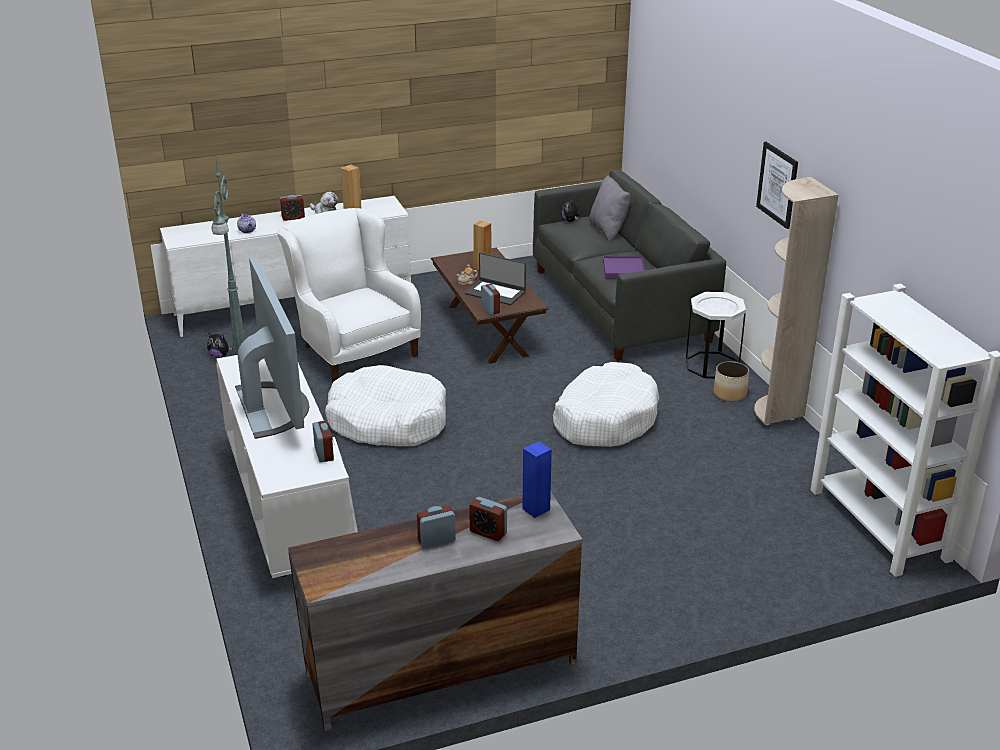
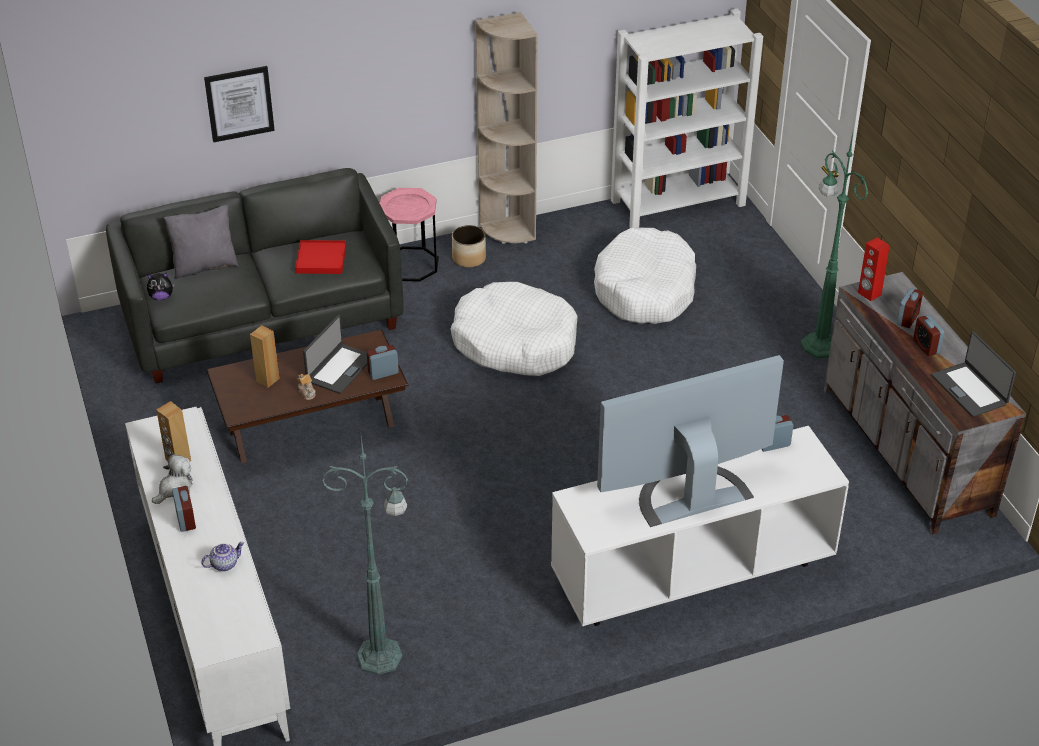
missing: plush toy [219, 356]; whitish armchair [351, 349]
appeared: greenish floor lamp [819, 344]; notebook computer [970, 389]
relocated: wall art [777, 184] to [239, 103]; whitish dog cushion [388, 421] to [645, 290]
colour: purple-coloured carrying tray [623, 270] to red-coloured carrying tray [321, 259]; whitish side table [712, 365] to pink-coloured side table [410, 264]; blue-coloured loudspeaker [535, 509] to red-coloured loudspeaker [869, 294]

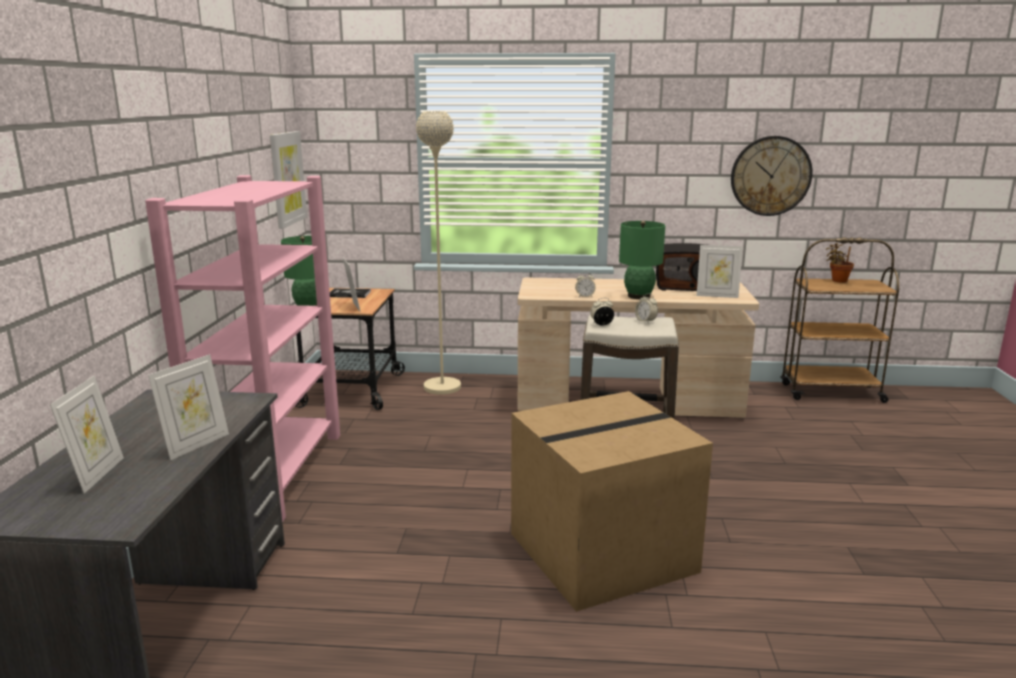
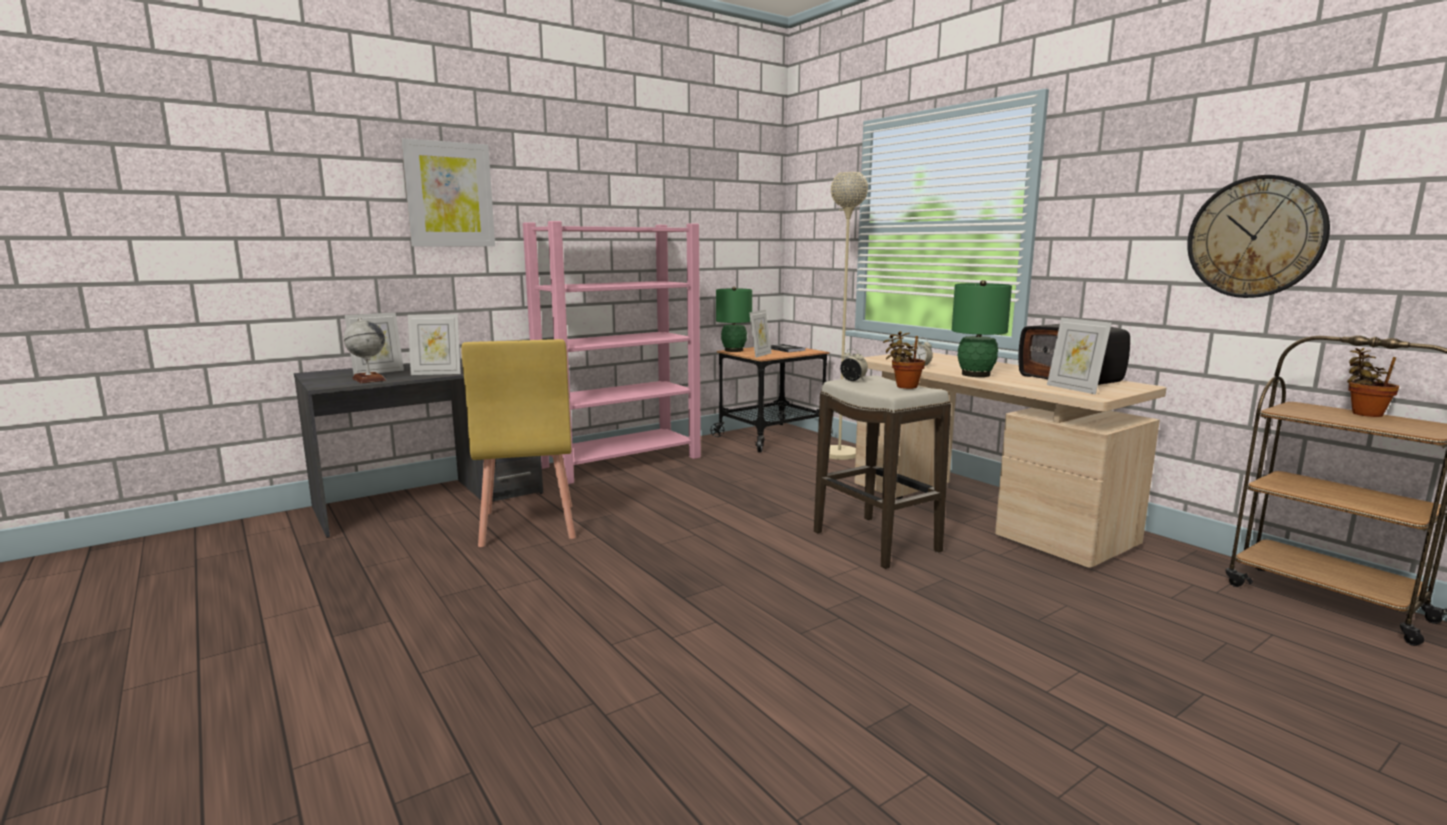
missing: carton [602, 550]
appeared: globe [368, 379]; yellow chair [527, 525]
relocated: wall art [287, 178] to [449, 195]
exchanged: table clock [645, 321] to potted plant [904, 386]

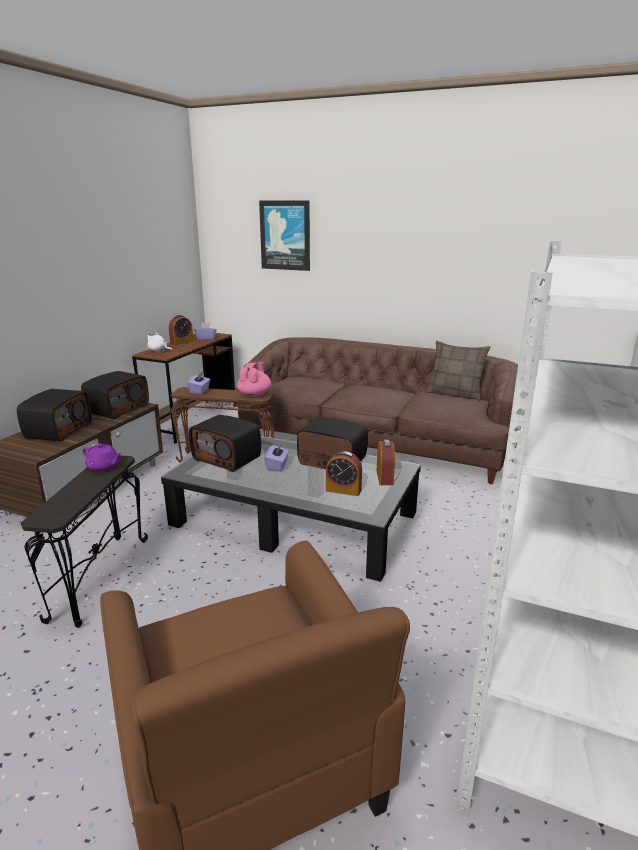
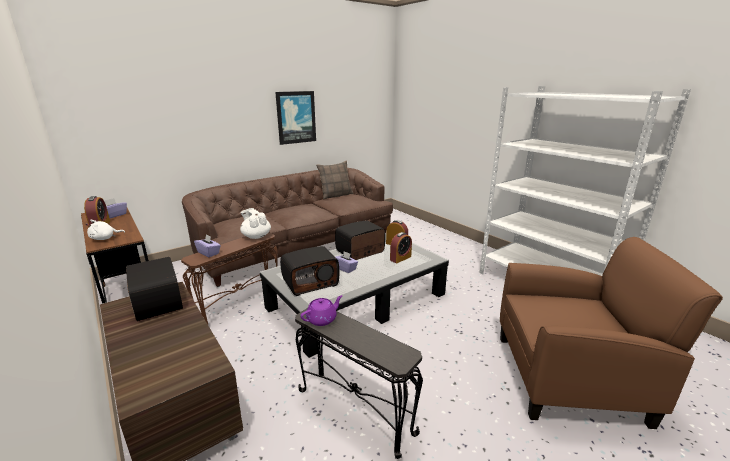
missing: radio [58, 430]
relocated: wall art [285, 235] to [296, 117]
colour: pink-coloured tea pot [255, 394] to whitish tea pot [256, 236]

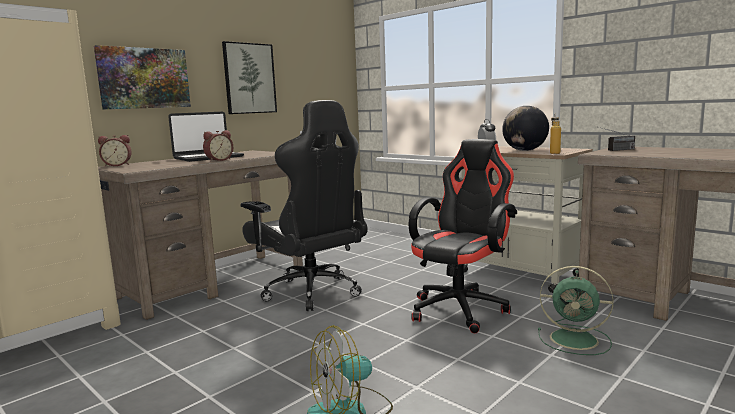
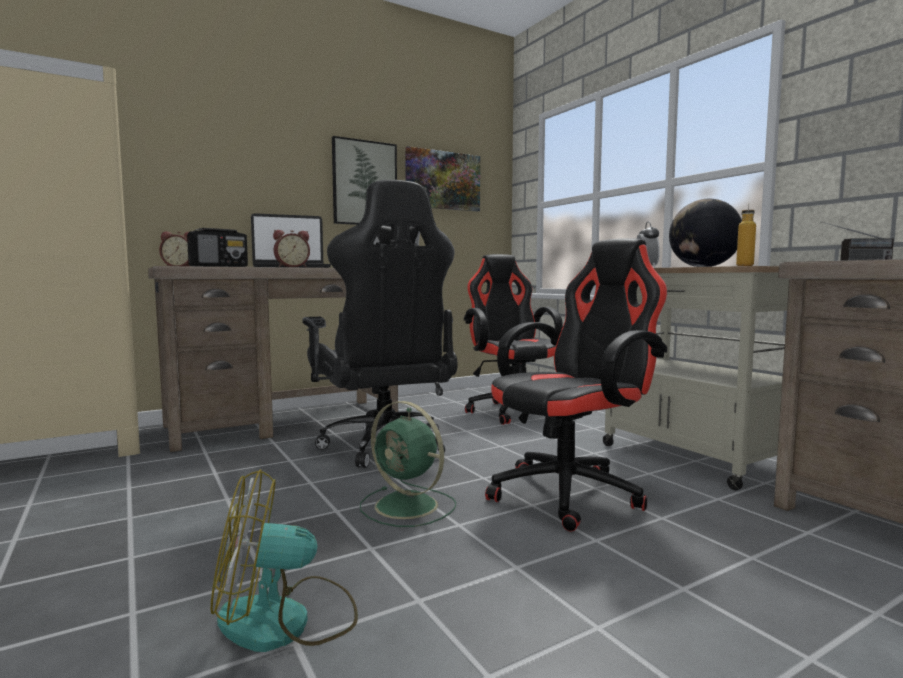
appeared: radio [219, 266]; black-coloured computer chair [511, 410]
relocated: greenish electric fan [576, 339] to [408, 506]; wall art [144, 78] to [442, 180]

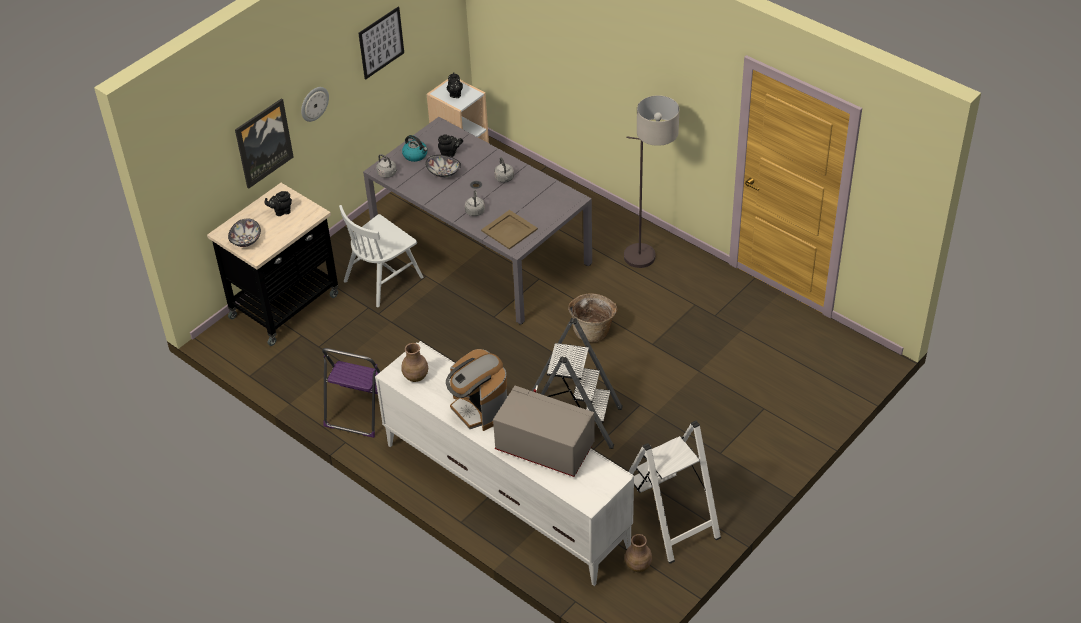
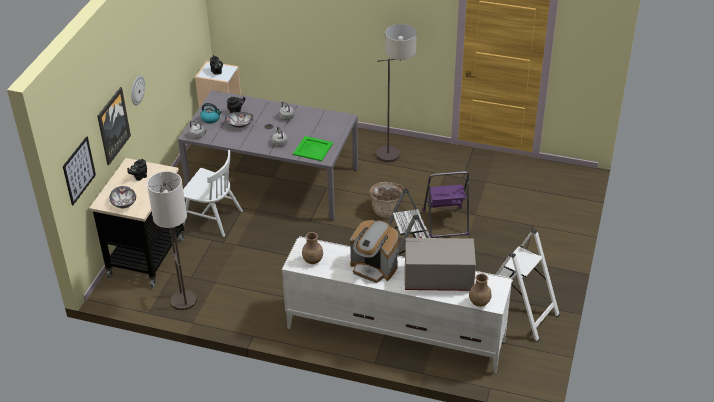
appeared: floor lamp [184, 300]
relocated: wall art [381, 42] to [79, 170]; purple-coloured step stool [358, 412] to [445, 223]; brown decorative vase [638, 566] to [479, 302]
colour: beige carrying tray [510, 230] to greenish carrying tray [313, 149]
spun: whitish chair [383, 279] = [212, 218] 90 degrees counterclockwise

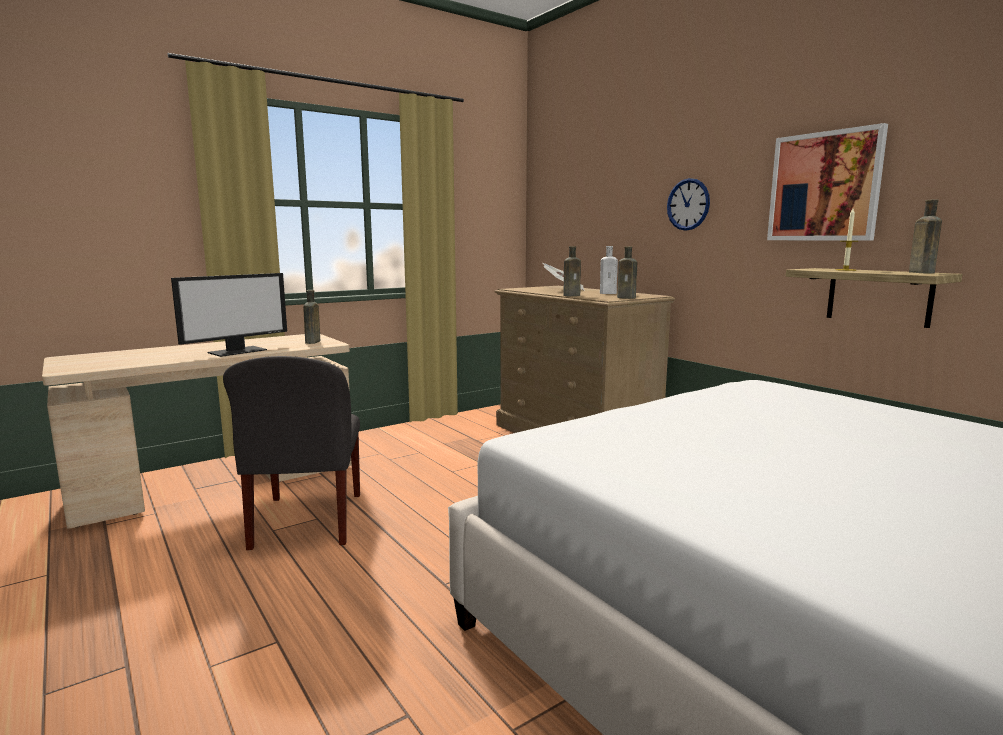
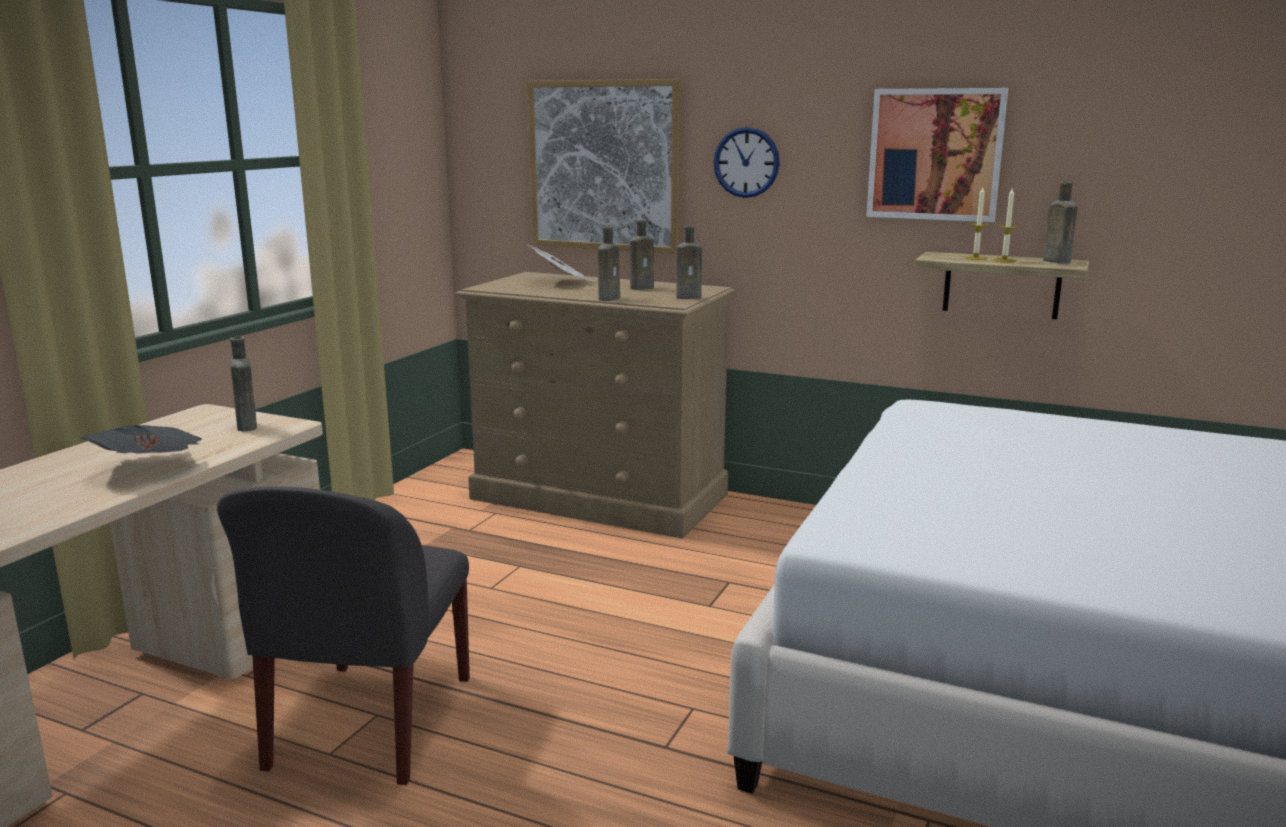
appeared: wall art [604, 166]; wax candle [1004, 260]
exchanged: computer screen [237, 351] to printed paper [151, 468]
colour: whitish drink bottle [609, 293] to brown drink bottle [643, 288]
spun: grey chair [307, 522] = [368, 725] 45 degrees clockwise

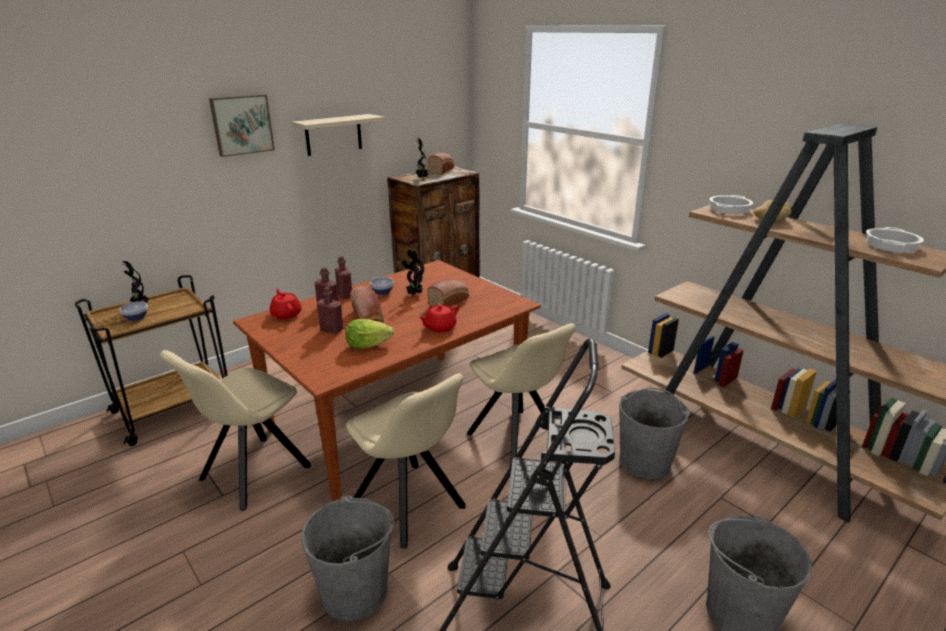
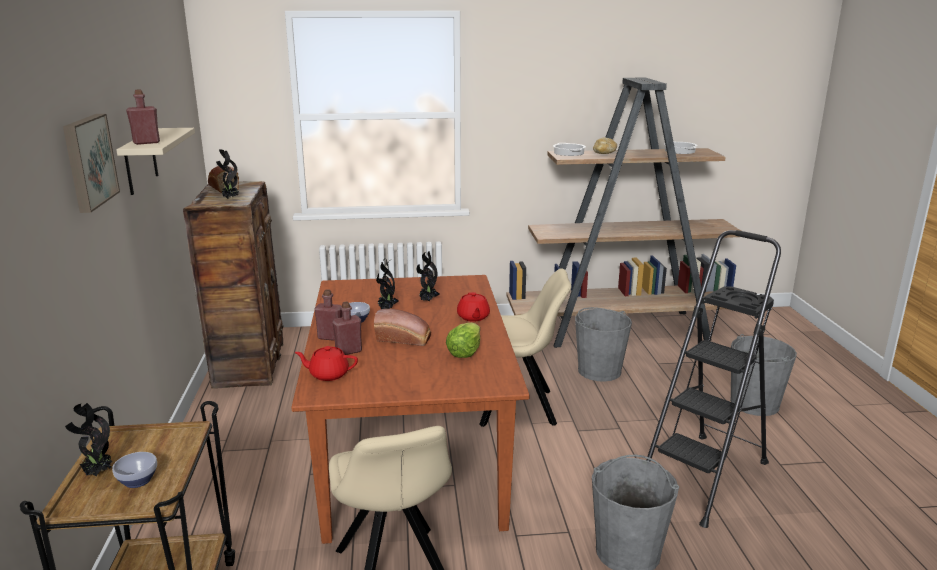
missing: beige chair [409, 504]
relocated: red-coloured drink bottle [332, 330] to [146, 142]
exchanged: bread [450, 302] to potted plant [427, 300]

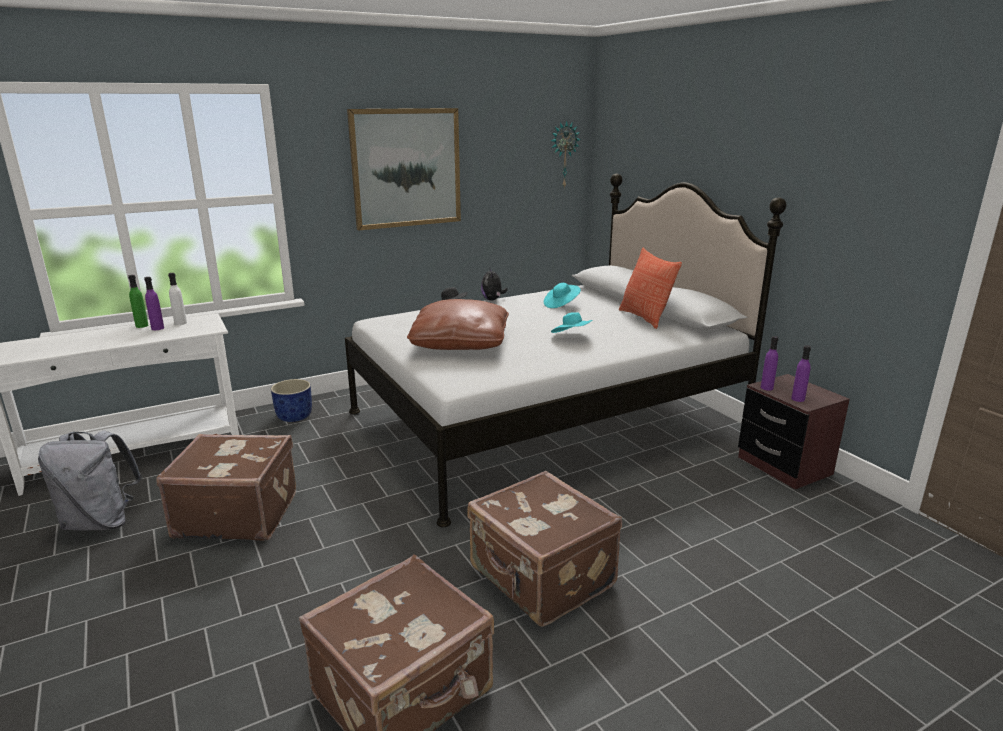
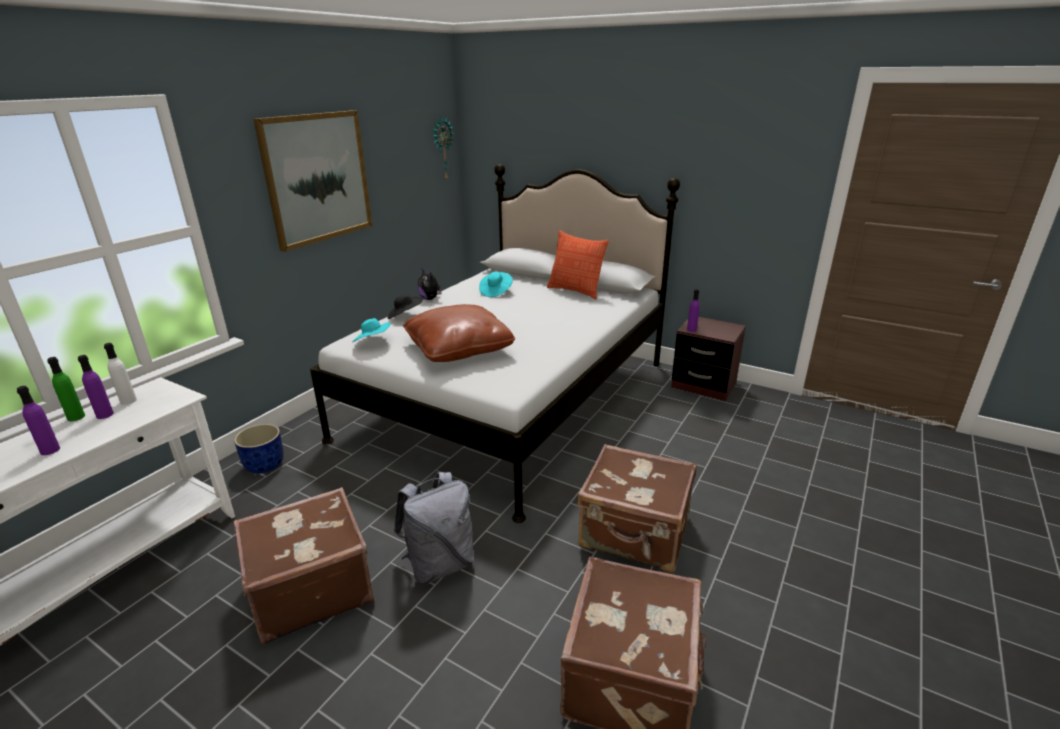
relocated: purple-coloured drink bottle [798, 399] to [50, 450]; blue-green wearable hat [572, 336] to [373, 342]; grey rucksack [101, 522] to [439, 564]

